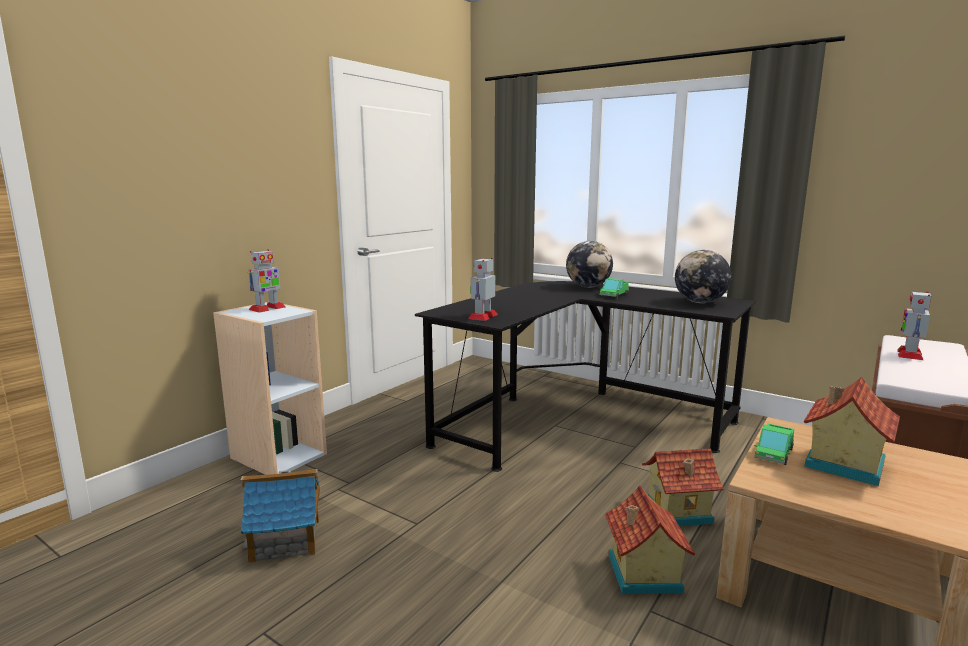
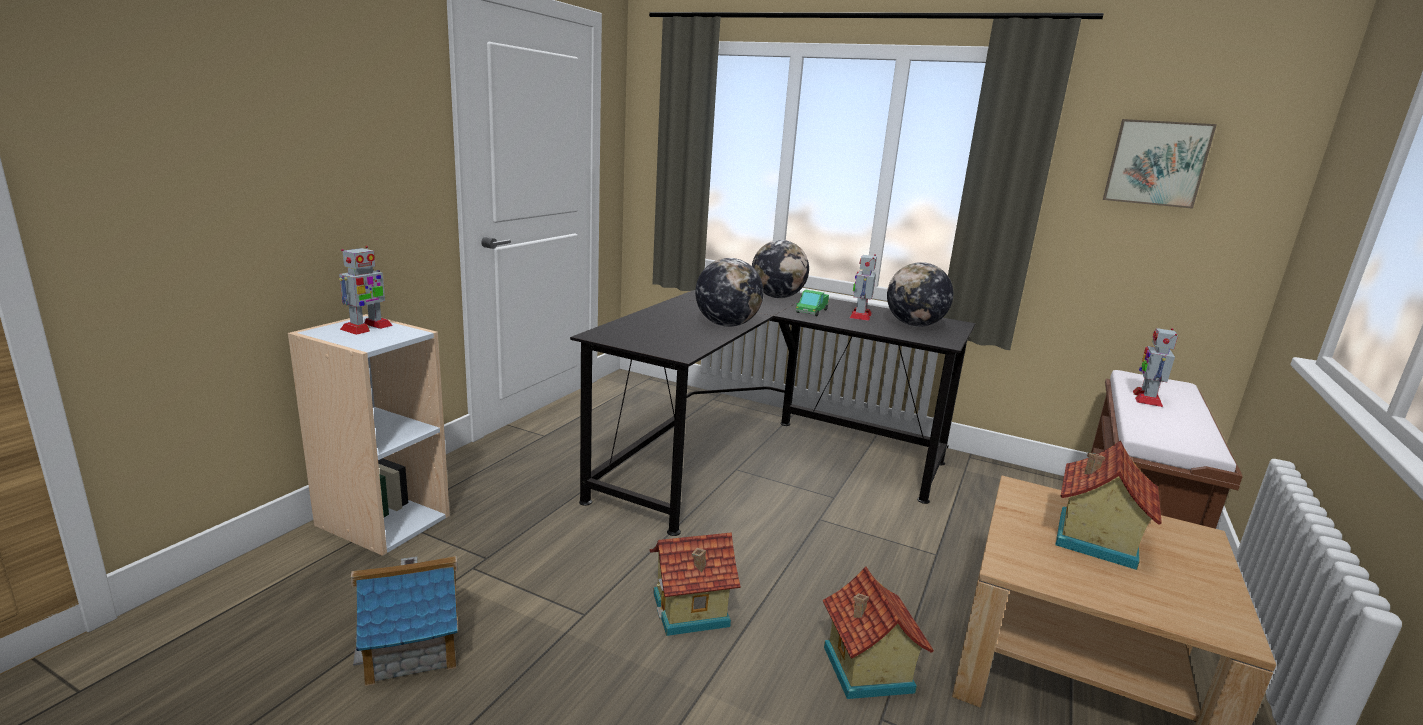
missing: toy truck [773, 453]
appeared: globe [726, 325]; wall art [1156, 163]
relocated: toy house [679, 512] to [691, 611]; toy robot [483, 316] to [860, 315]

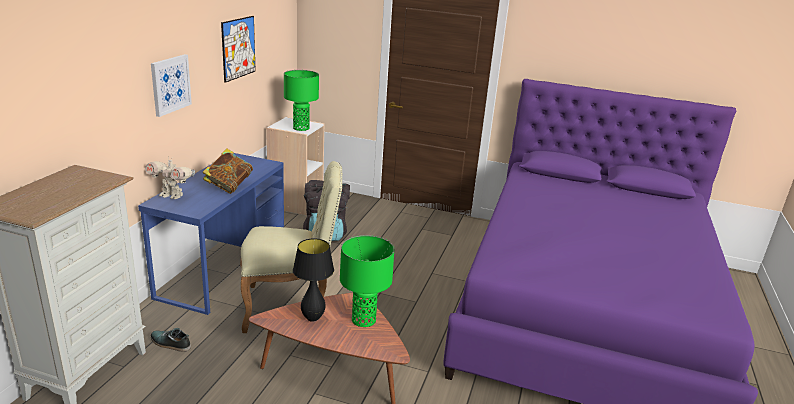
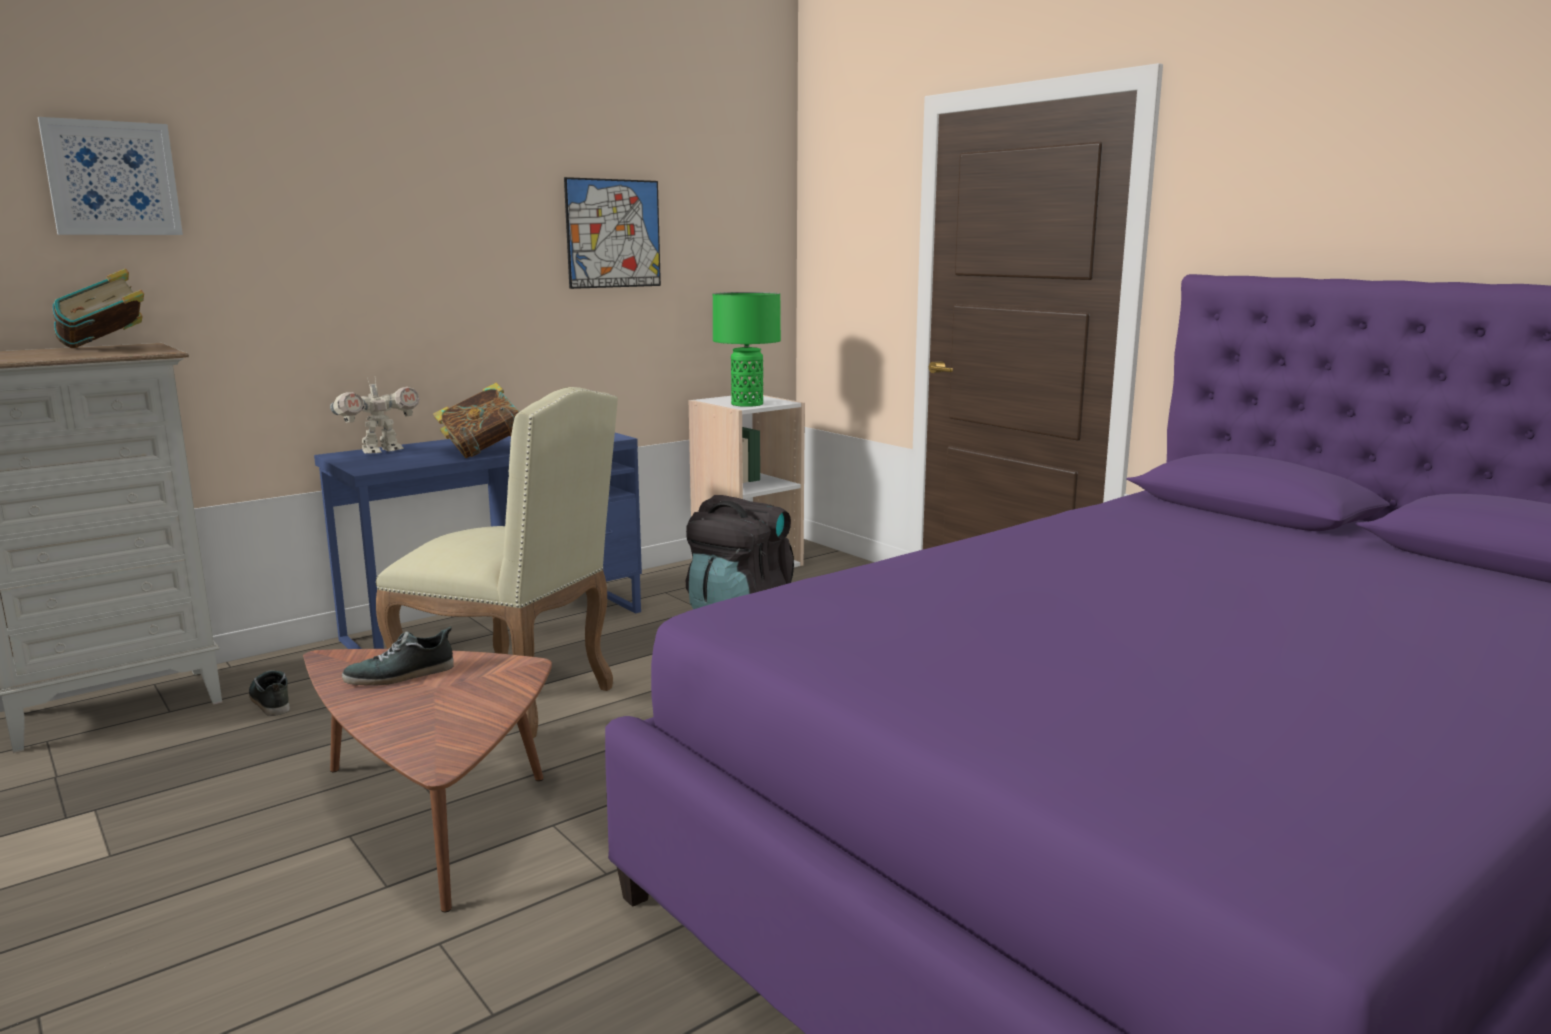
missing: greenish table lamp [363, 320]
appeared: volume [105, 349]
relocated: wall art [170, 84] to [112, 178]
exchanged: black-coloured table lamp [312, 318] to low shoe [400, 675]
spun: toy robot [172, 196] = [380, 451] 90 degrees counterclockwise

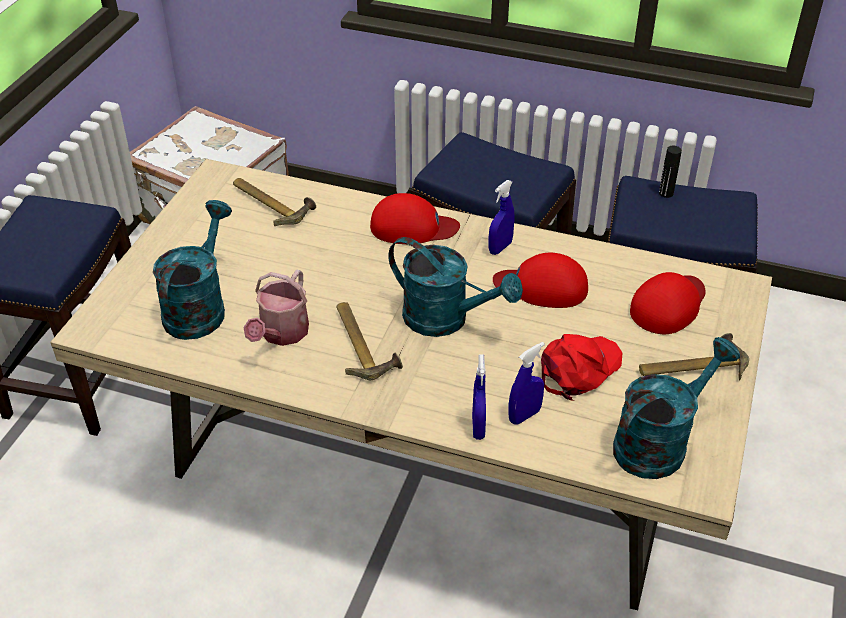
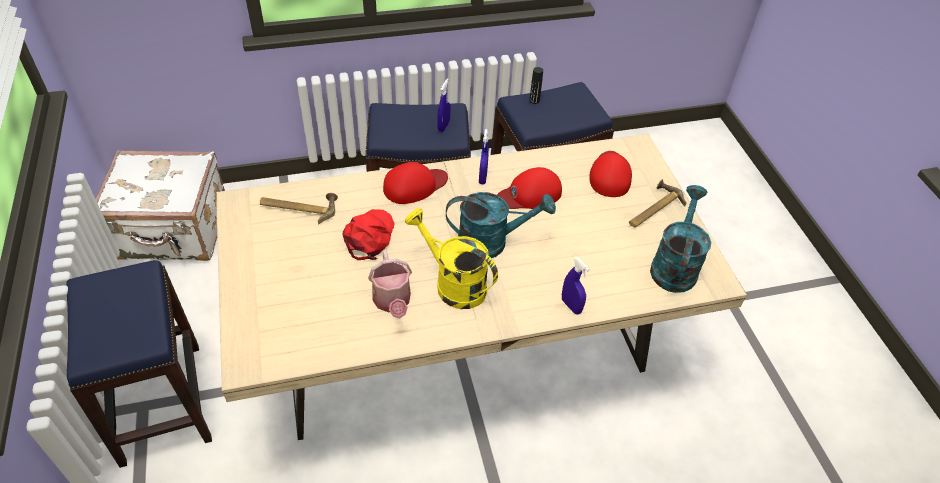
missing: blue-green watering pot [199, 307]
relocated: red-coloured cap [579, 369] to [369, 237]; blue-coloured hand sprayer [524, 415] to [443, 126]
exchanged: hammer [362, 344] to yellow watering pot [453, 283]

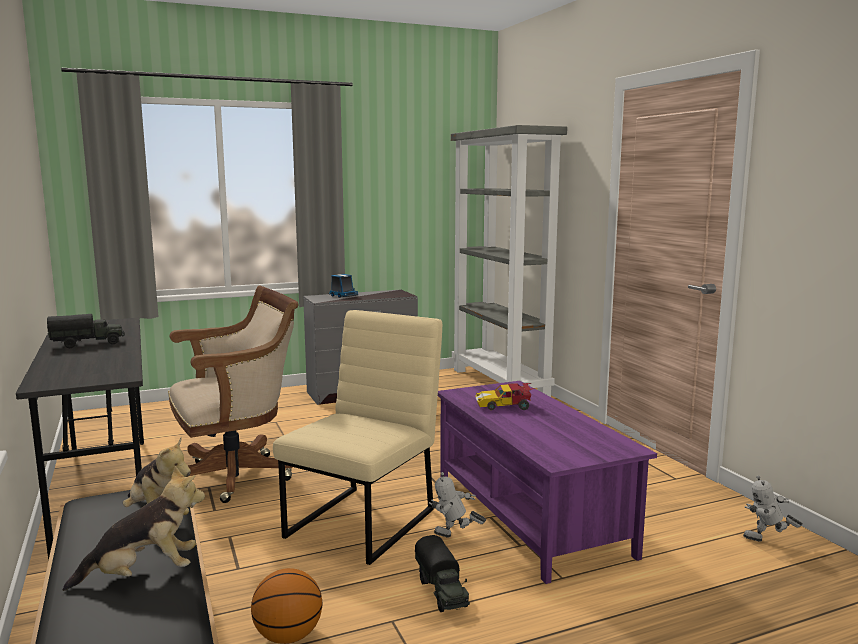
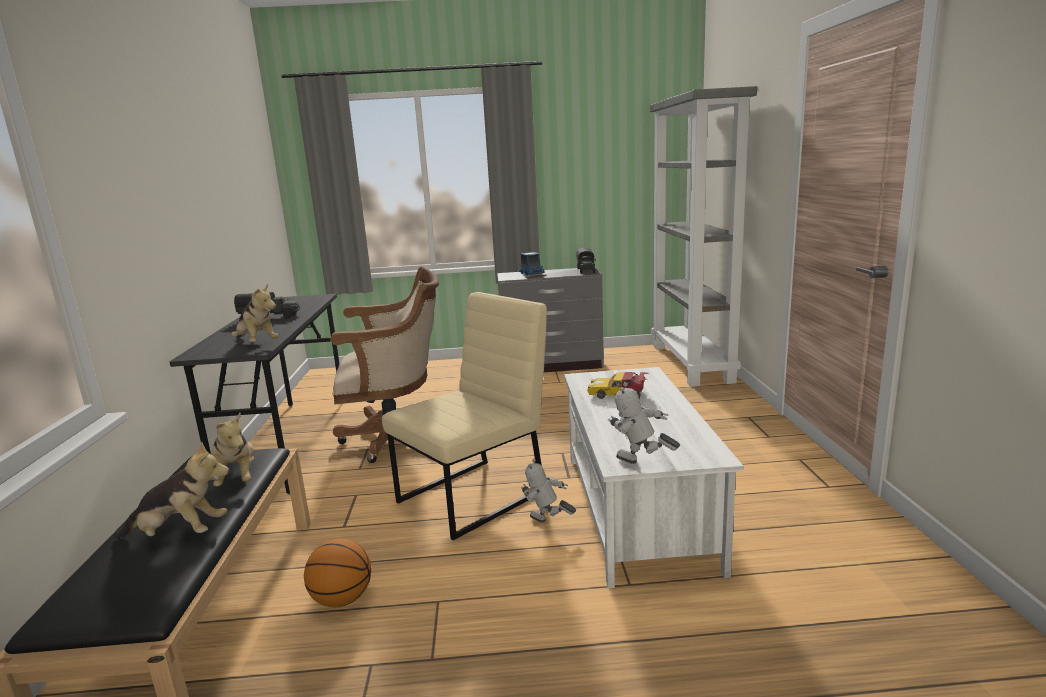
appeared: plush toy [257, 343]
relocated: toy truck [442, 591] to [586, 270]; toy robot [768, 542] to [640, 465]
colour: purple-coloured lounge table [530, 515] to whitish lounge table [637, 509]

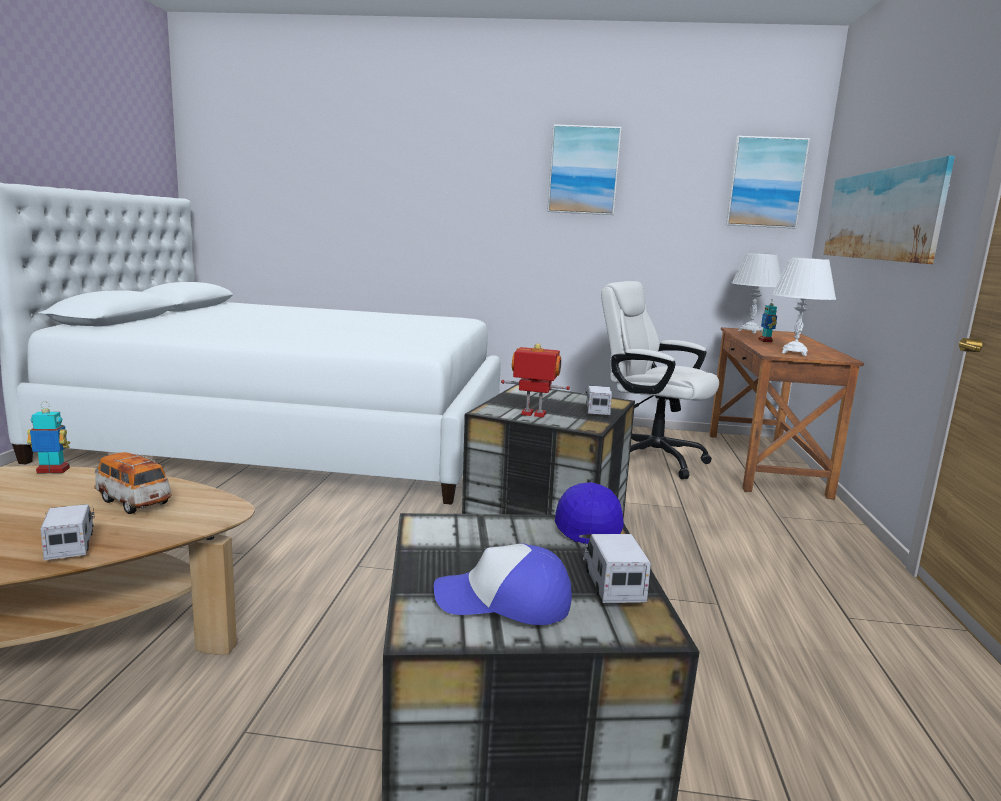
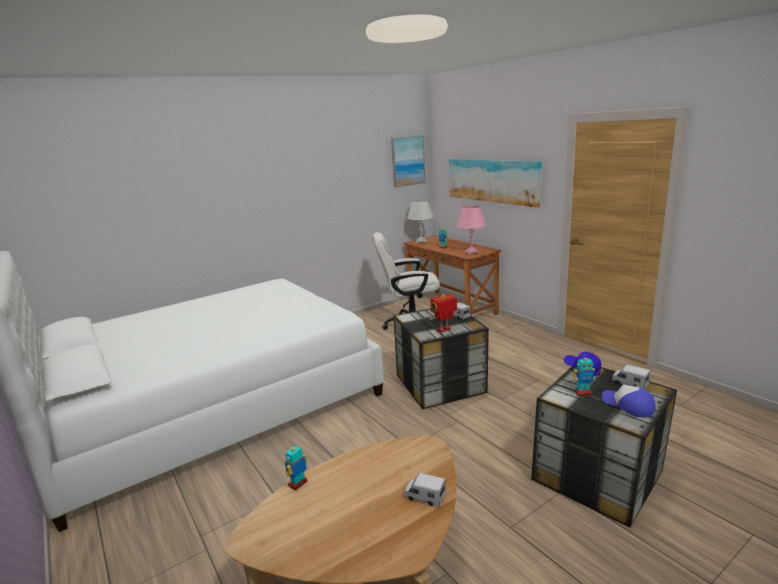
missing: model car [133, 502]; wall art [583, 170]
appeared: toy robot [583, 393]
colour: whitish table lamp [794, 353] to pink-coloured table lamp [471, 252]
spun: cap [504, 602] = [628, 405] 90 degrees clockwise

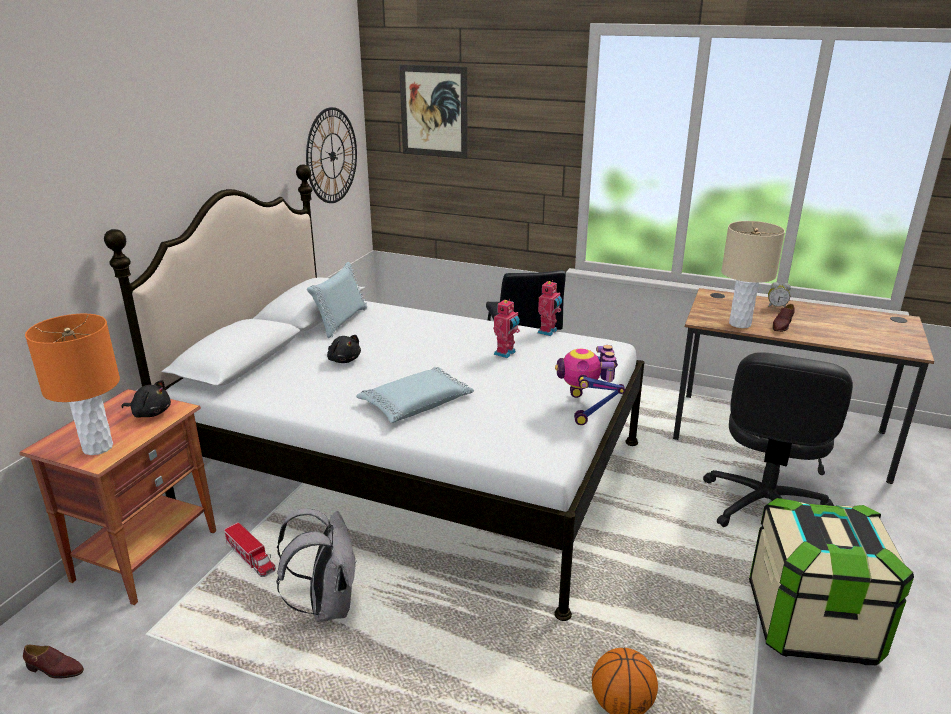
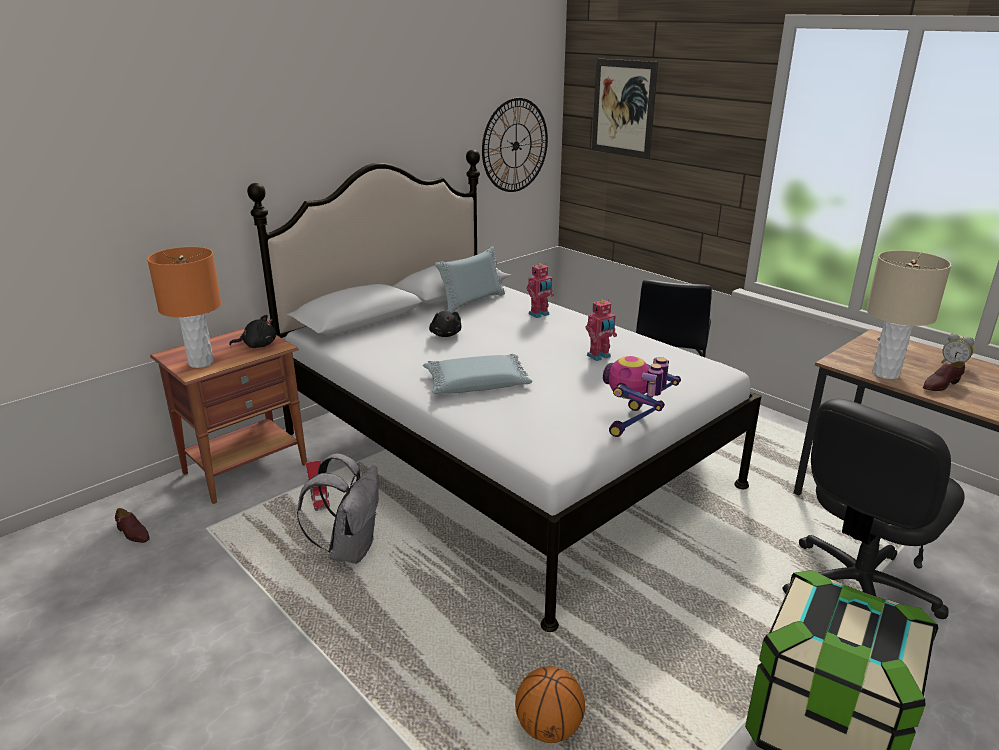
relocated: toy robot [548, 332] to [539, 314]
spun: black-coloured plush toy [150, 413] = [258, 345] 45 degrees counterclockwise

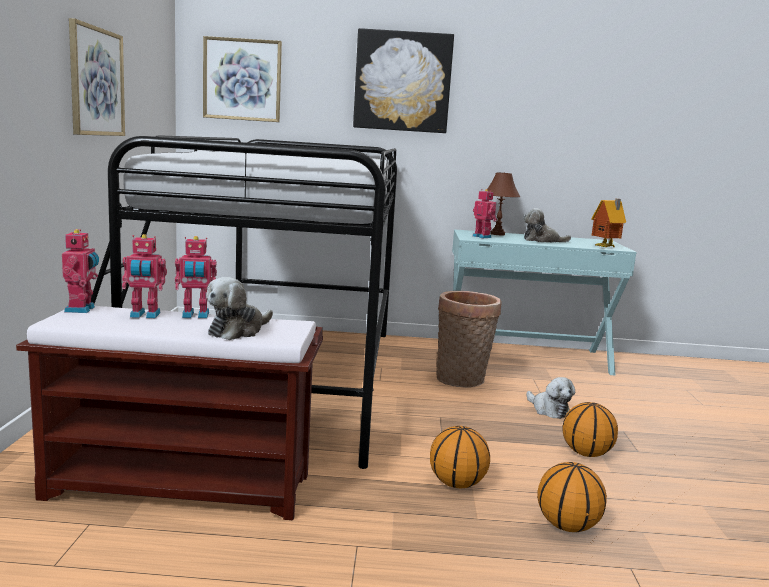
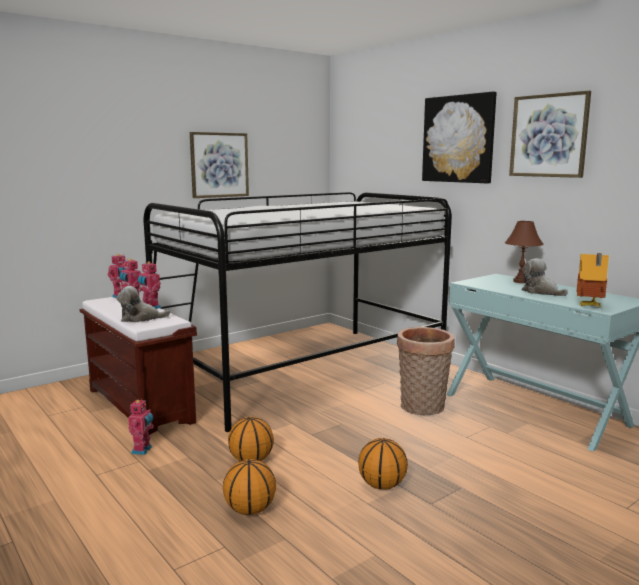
missing: plush toy [549, 410]
relocated: toy robot [482, 237] to [143, 450]; wall art [242, 80] to [549, 136]

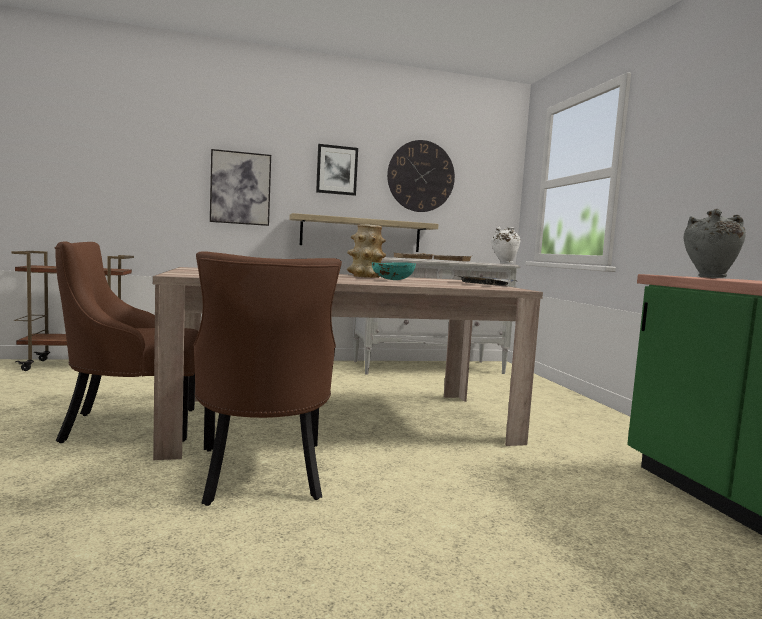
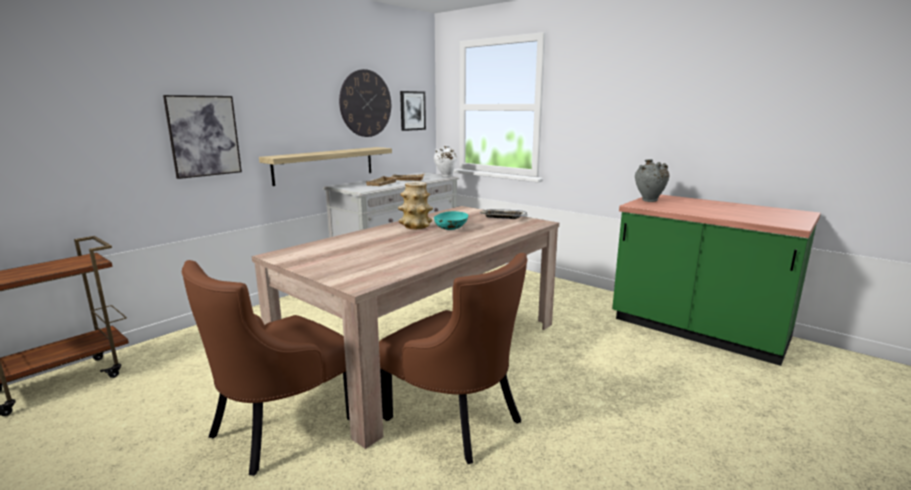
relocated: wall art [336, 170] to [412, 110]

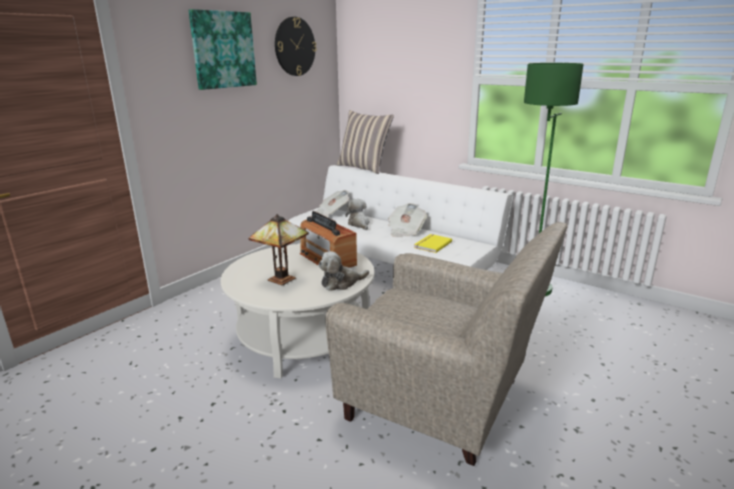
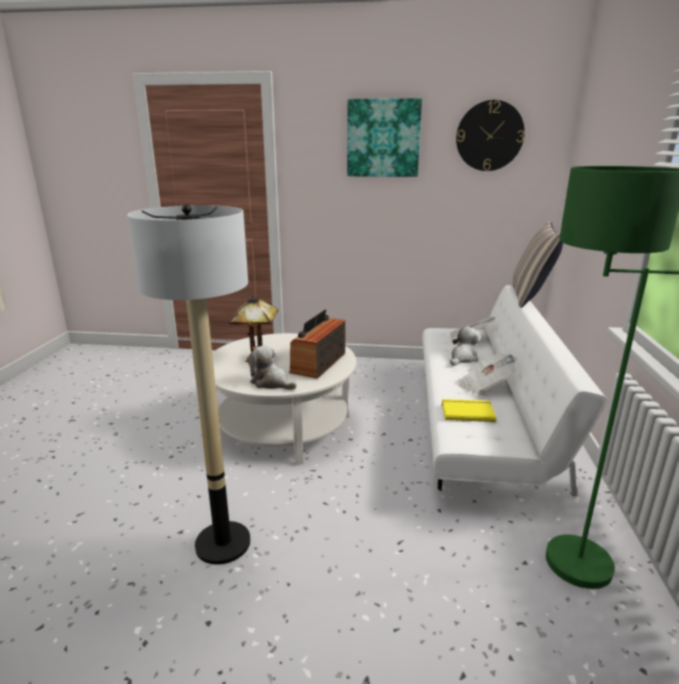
exchanged: beige armchair [441, 403] to floor lamp [222, 543]

